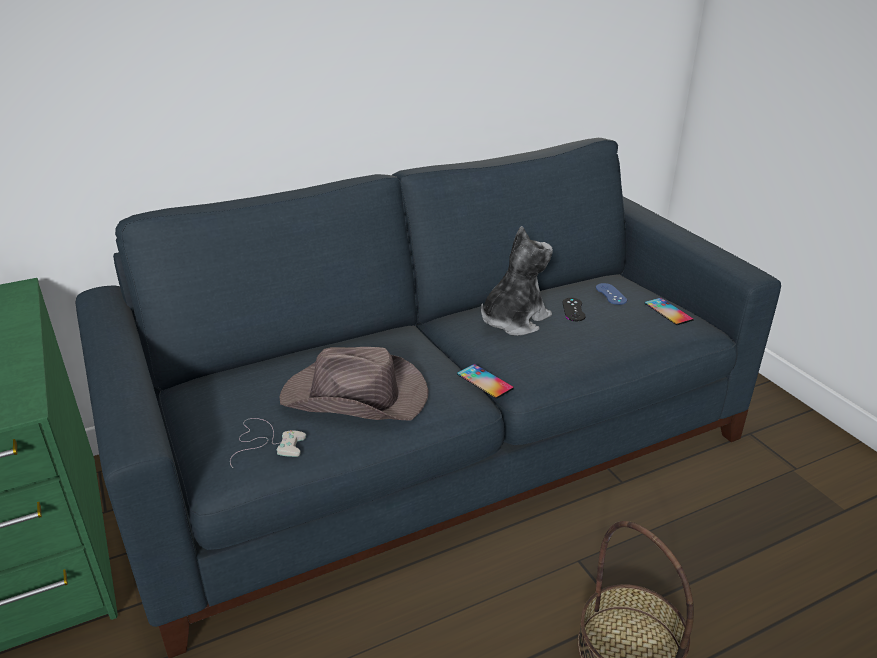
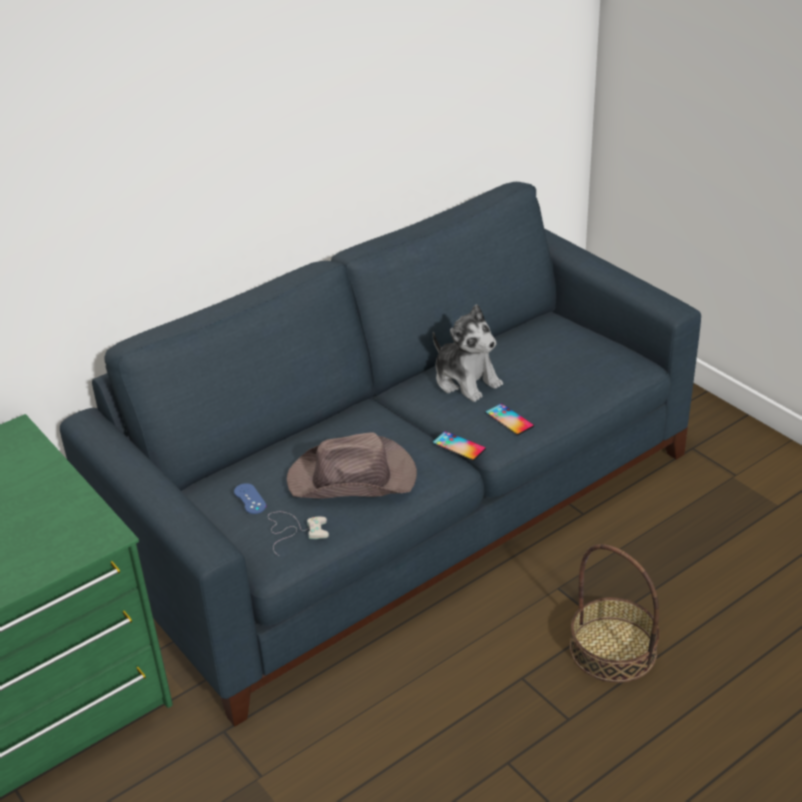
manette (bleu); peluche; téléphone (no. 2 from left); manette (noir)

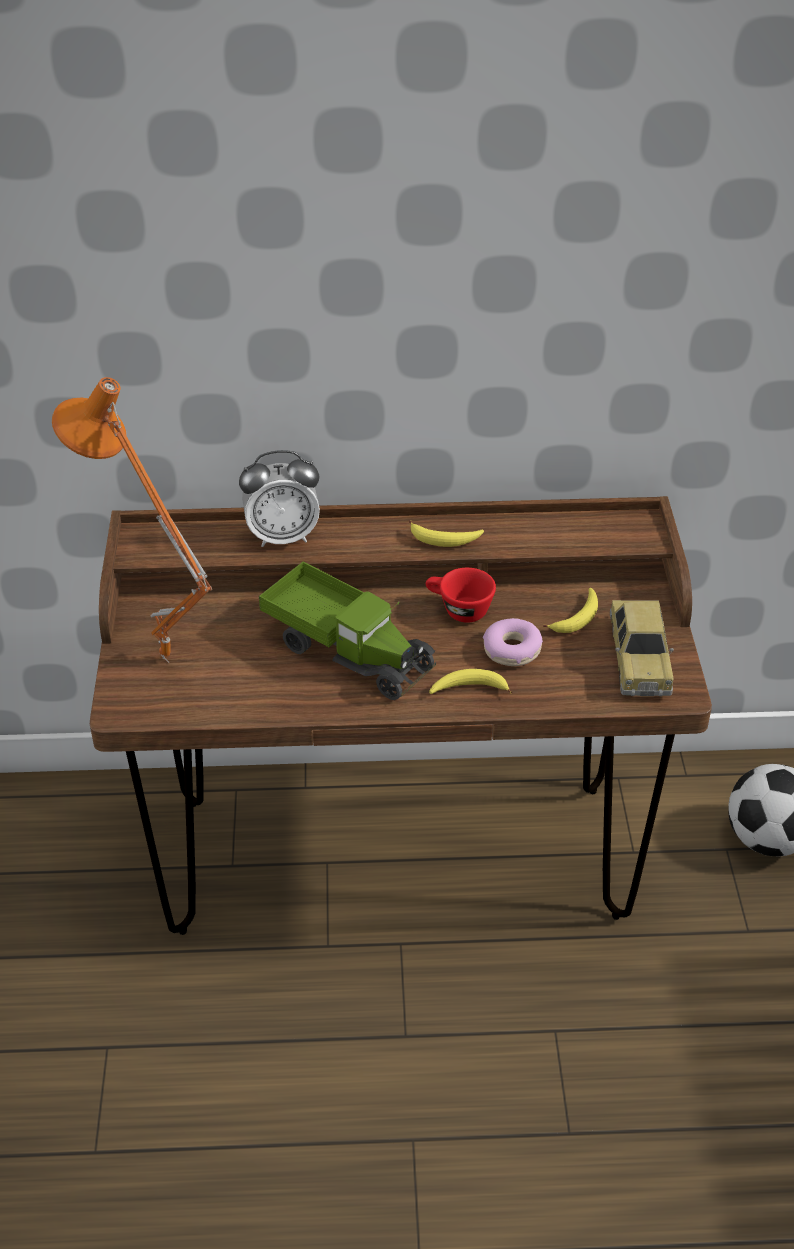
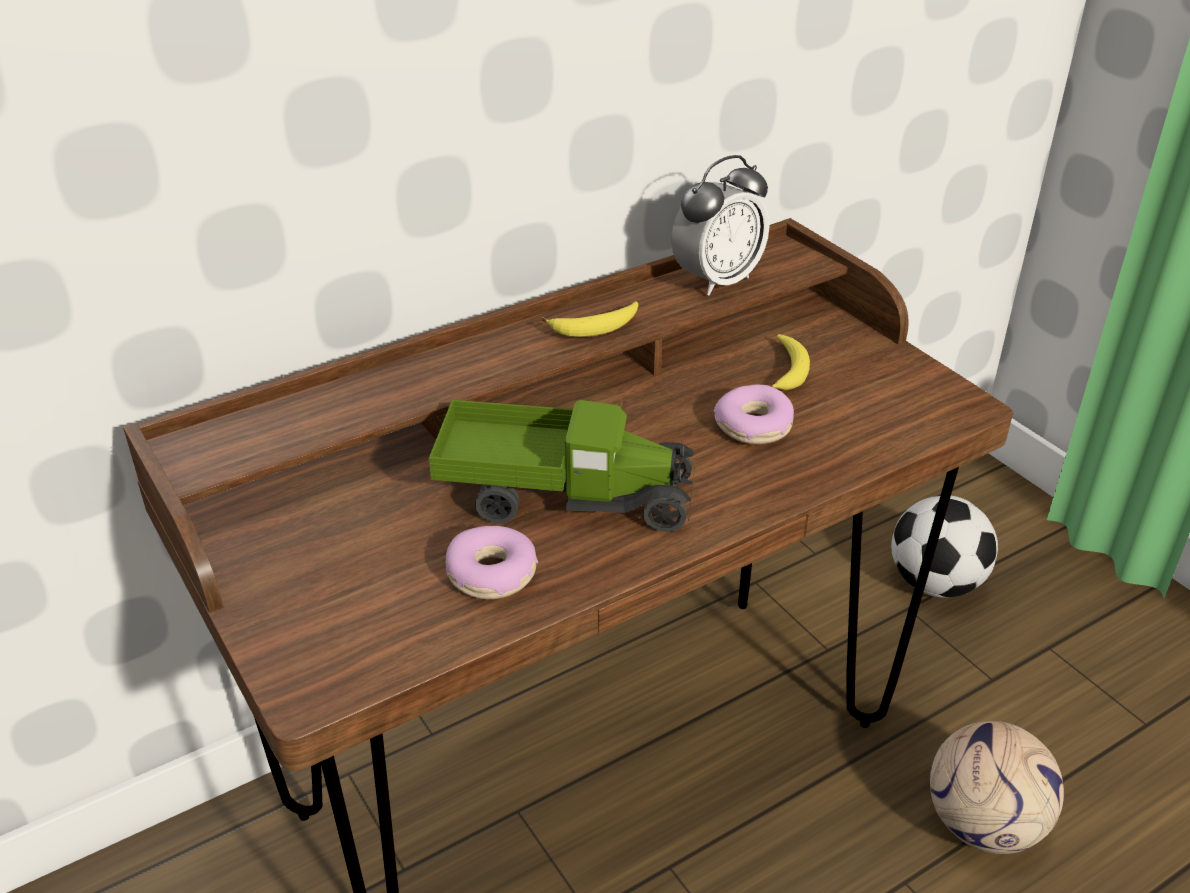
beignet (no. 1 from left); réveil; ballon de foot (no. 2 from left); lampe de table (orange); tasse (rouge); banane (no. 2 from left in the first image); petite voiture

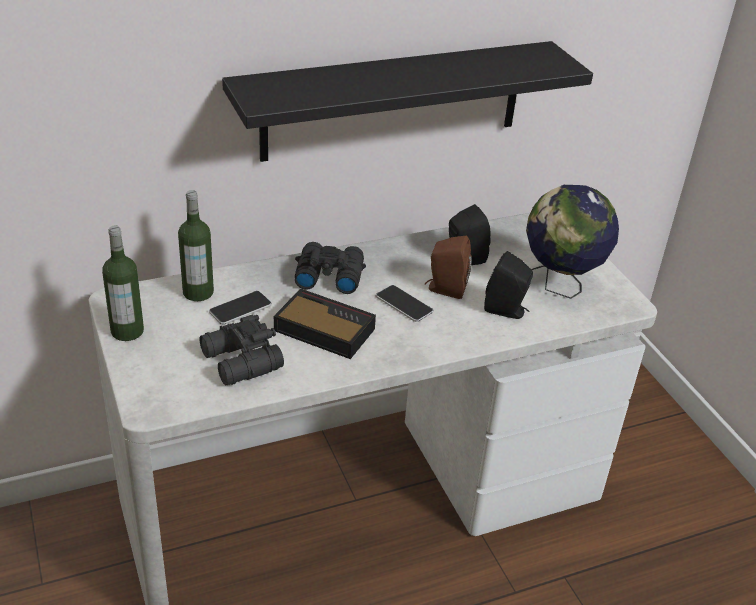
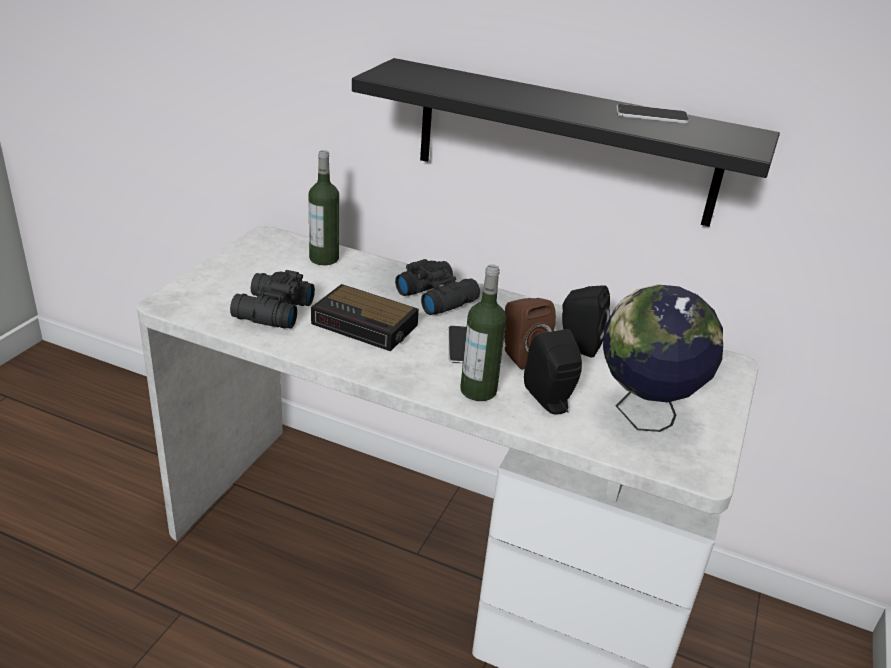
réveil; bouteille (no. 2 from left); téléphone (no. 2 from left)

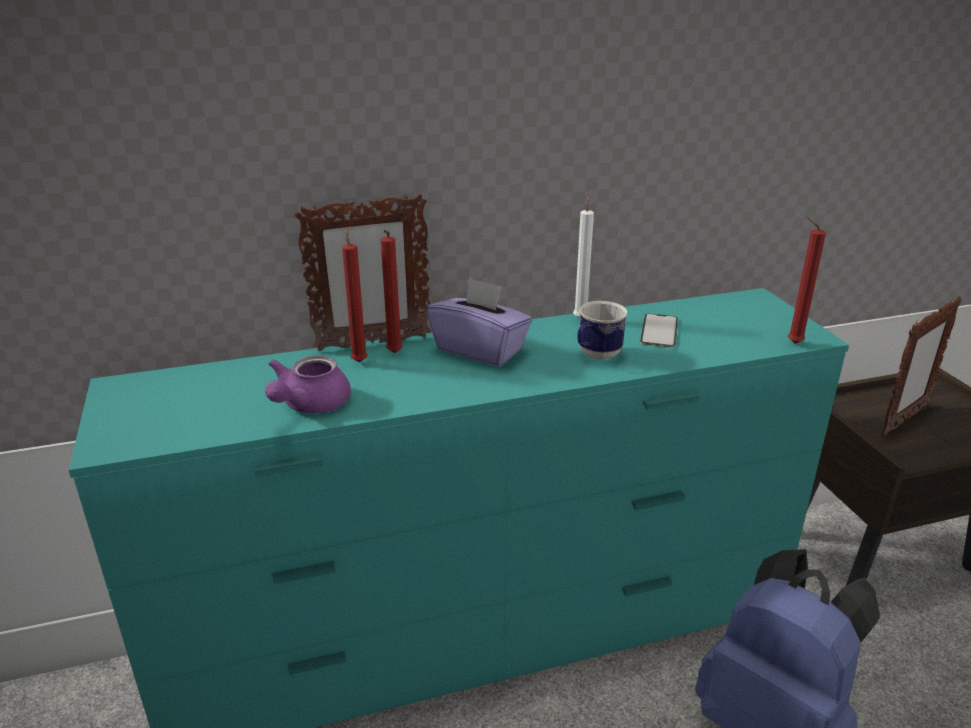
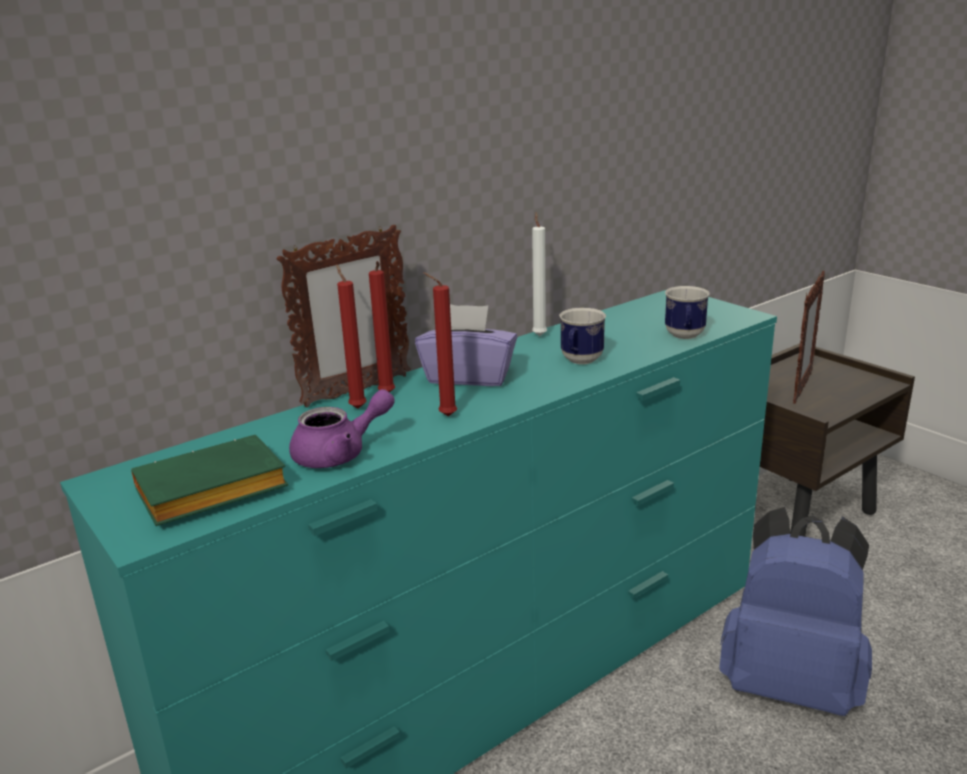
livre (vert); théière (violet); bougie (rouge) (no. 3 from left); mug (no. 2 from left); téléphone

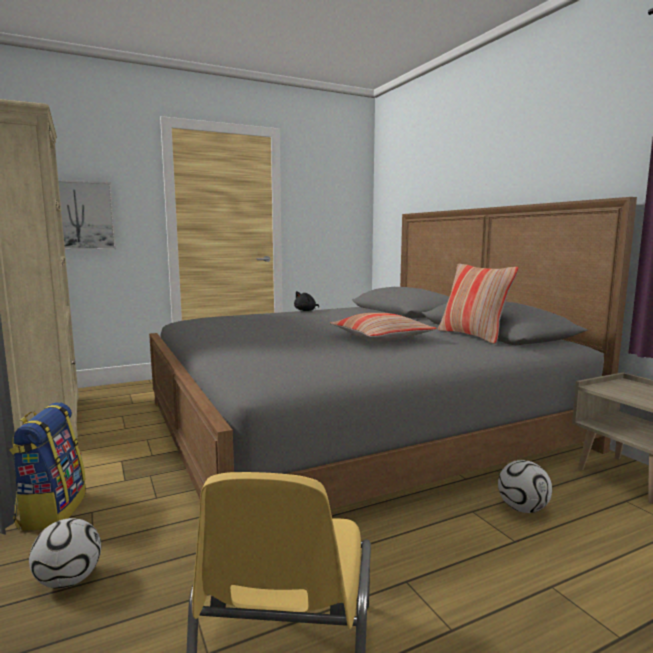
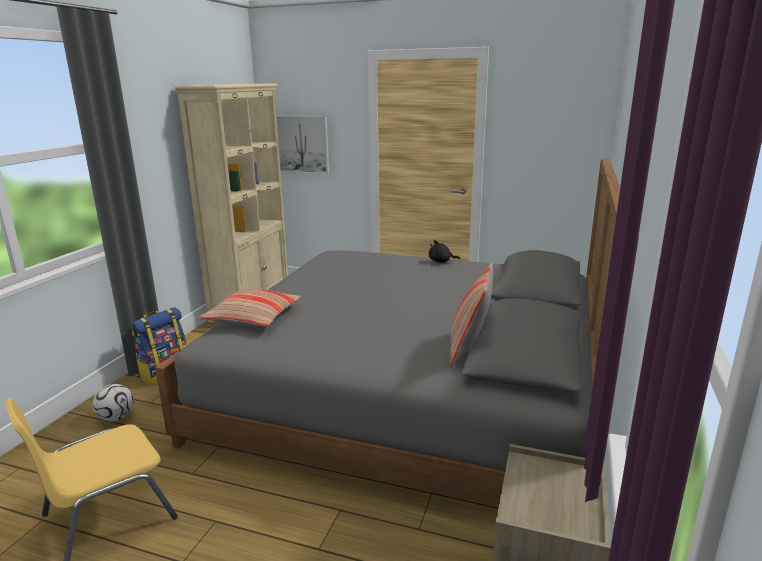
coussin (no. 1 from left); ballon de foot (no. 2 from left in the first image)

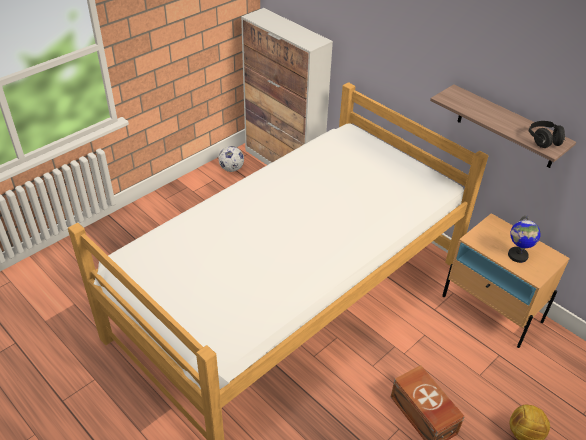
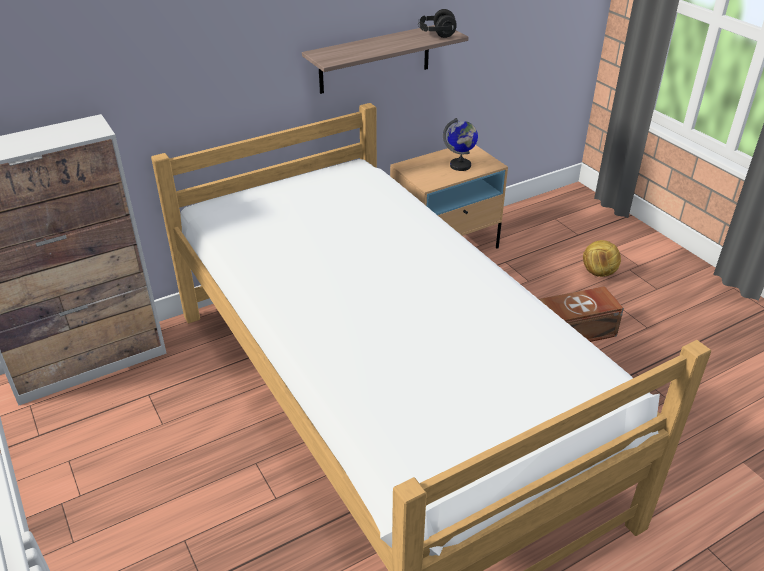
ballon de foot (no. 1 from left in the first image)

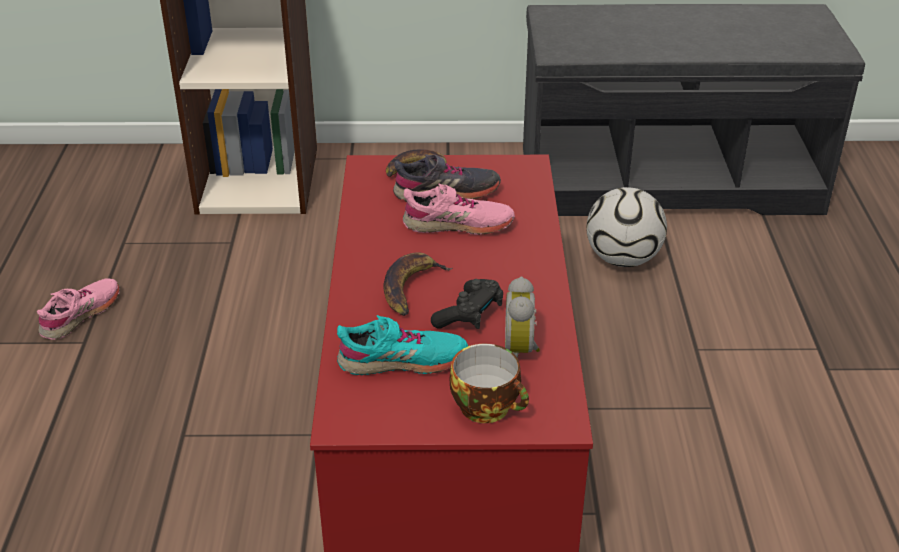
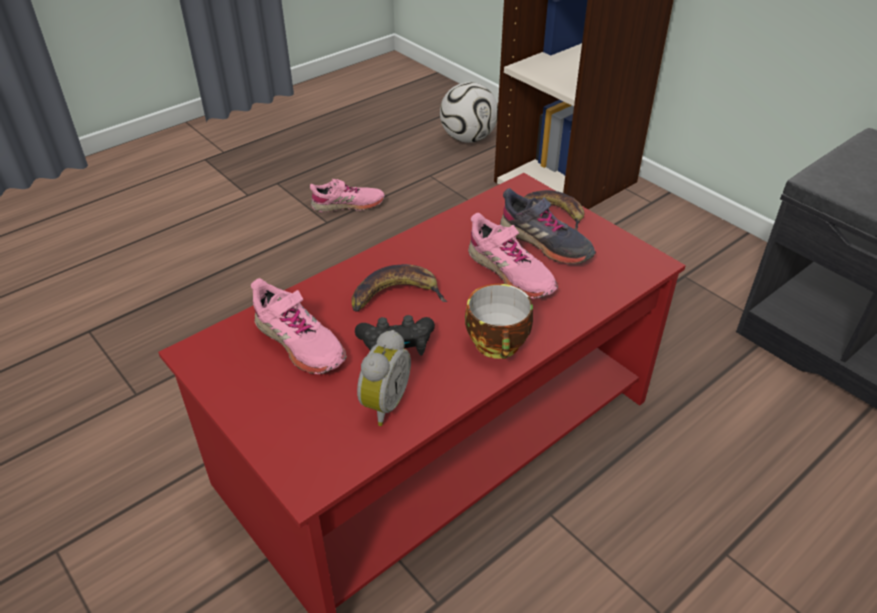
chaussure (rose) (no. 1 from left); réveil; ballon de foot; tasse

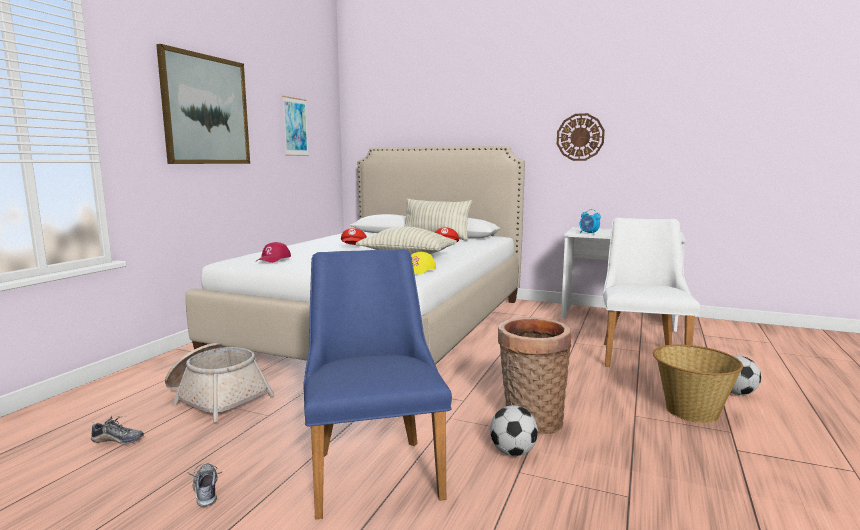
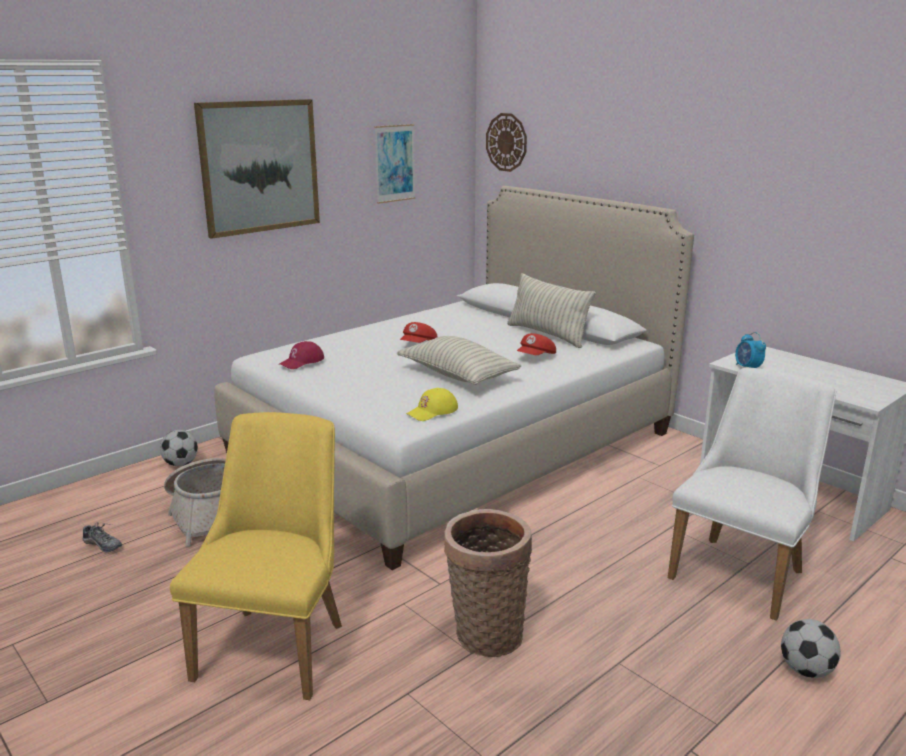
ballon de foot (no. 1 from left); chaise (jaune); horloge murale; chaussure (no. 2 from left in the first image); panier (no. 3 from left in the first image)

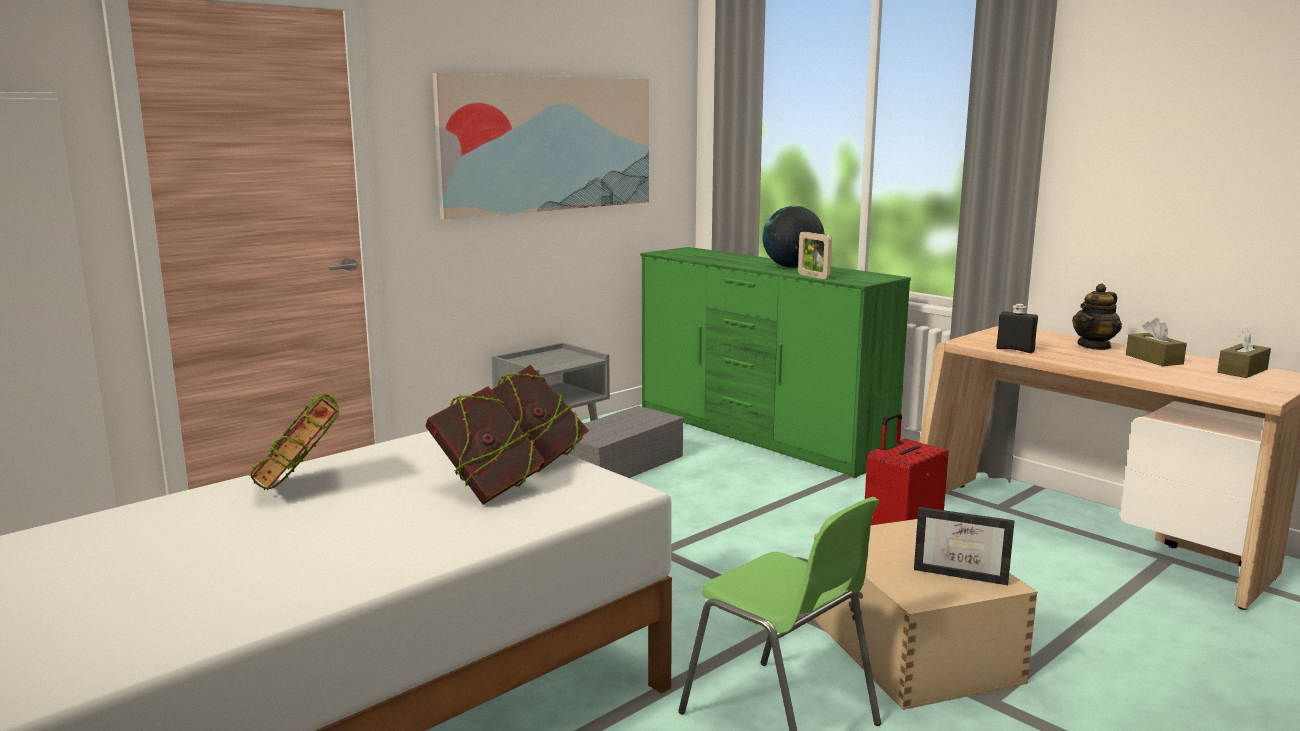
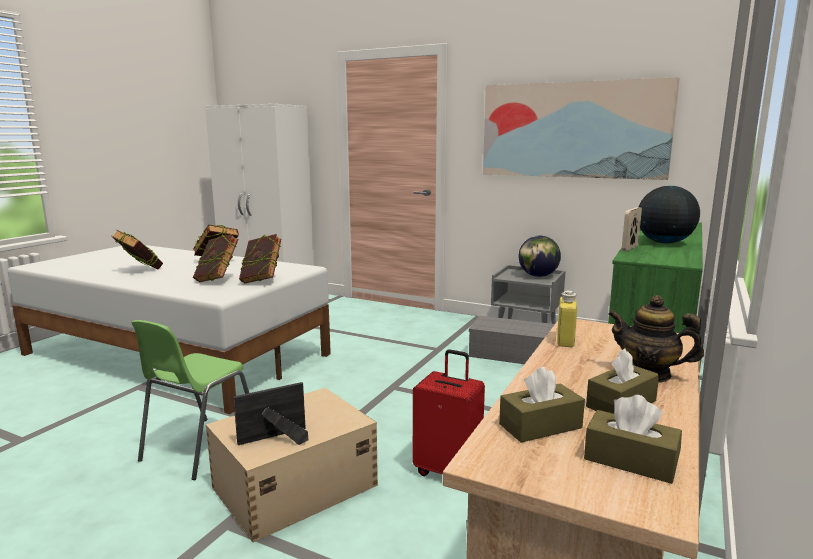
livre (no. 1 from left); cadre photo (no. 1 from left); boîte à mouchoirs (marron) (no. 1 from left); globe (no. 1 from left); bouteille (jaune)

